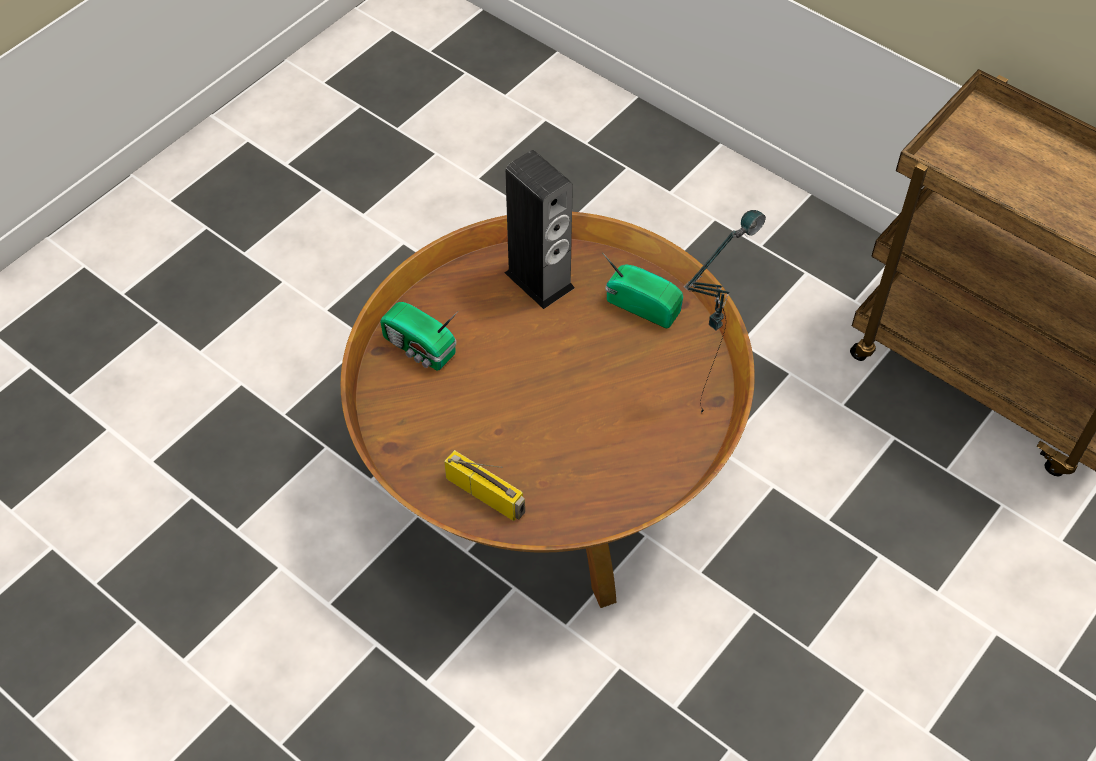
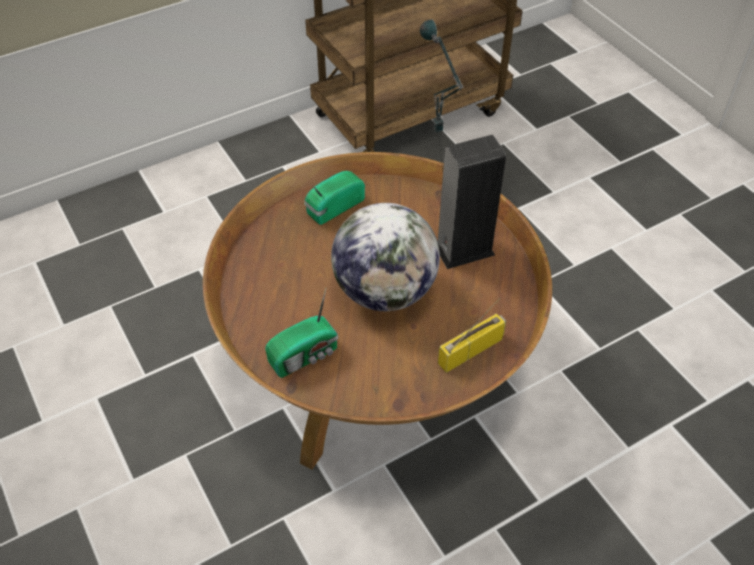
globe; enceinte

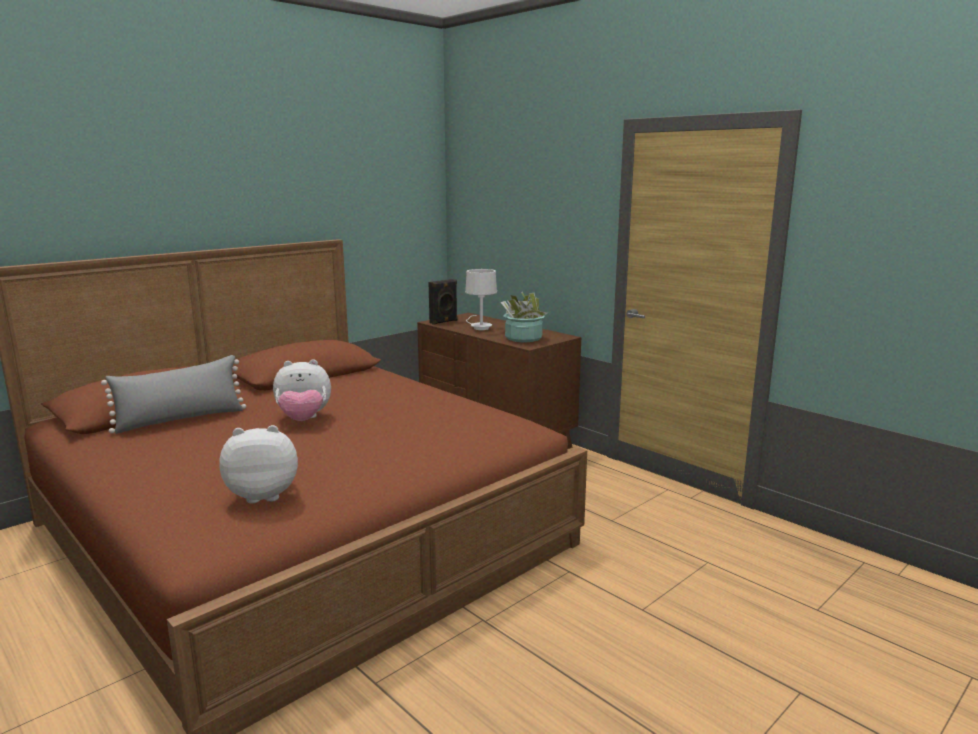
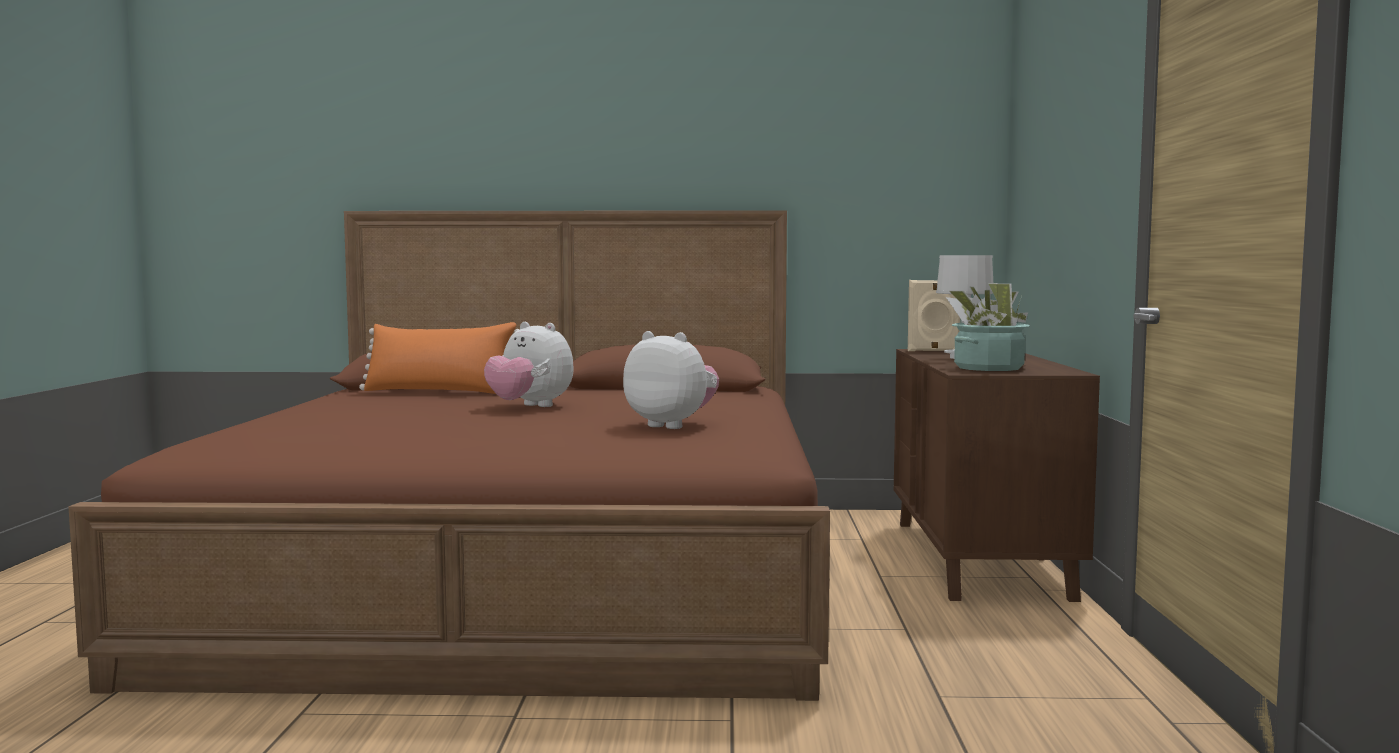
coussin (orange); peluche (no. 2 from left); enceinte (beige)

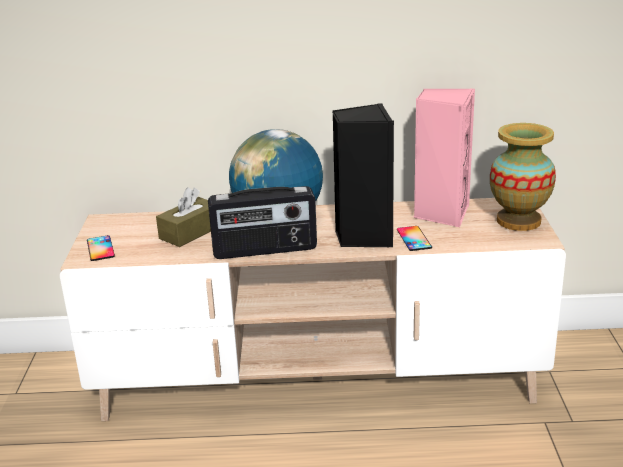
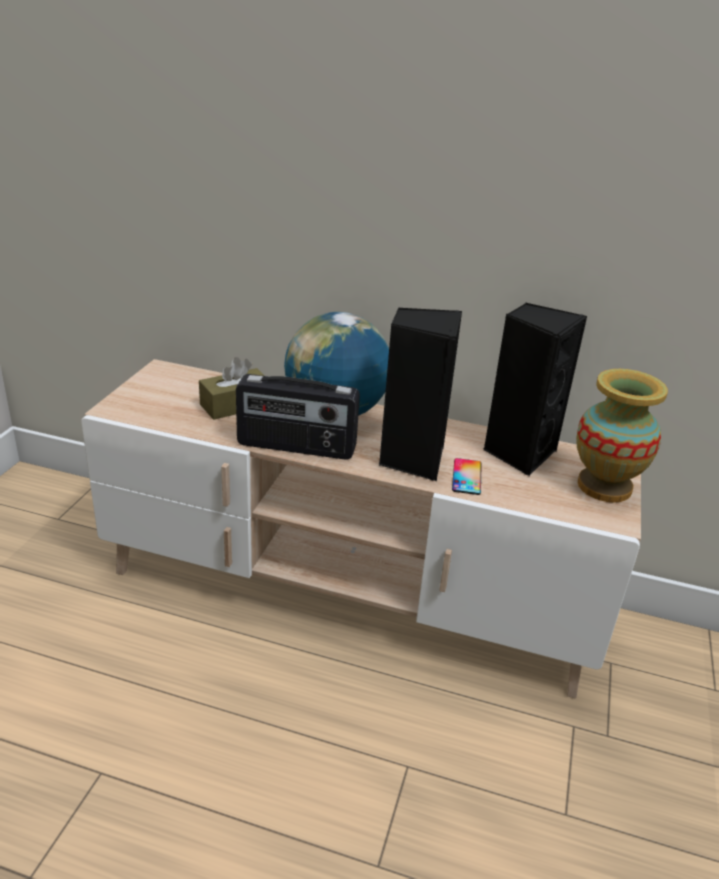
enceinte (noir) (no. 2 from left); téléphone (no. 1 from left in the first image)

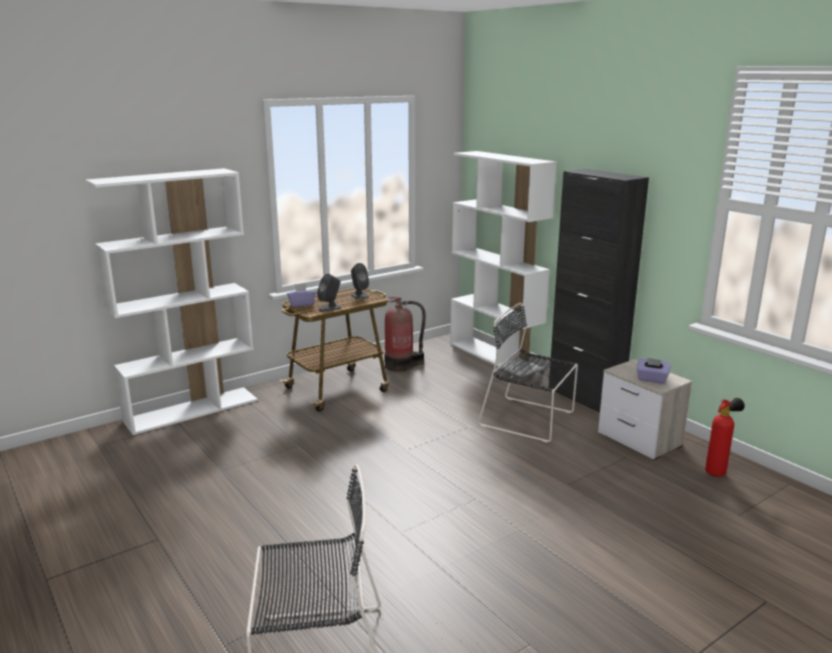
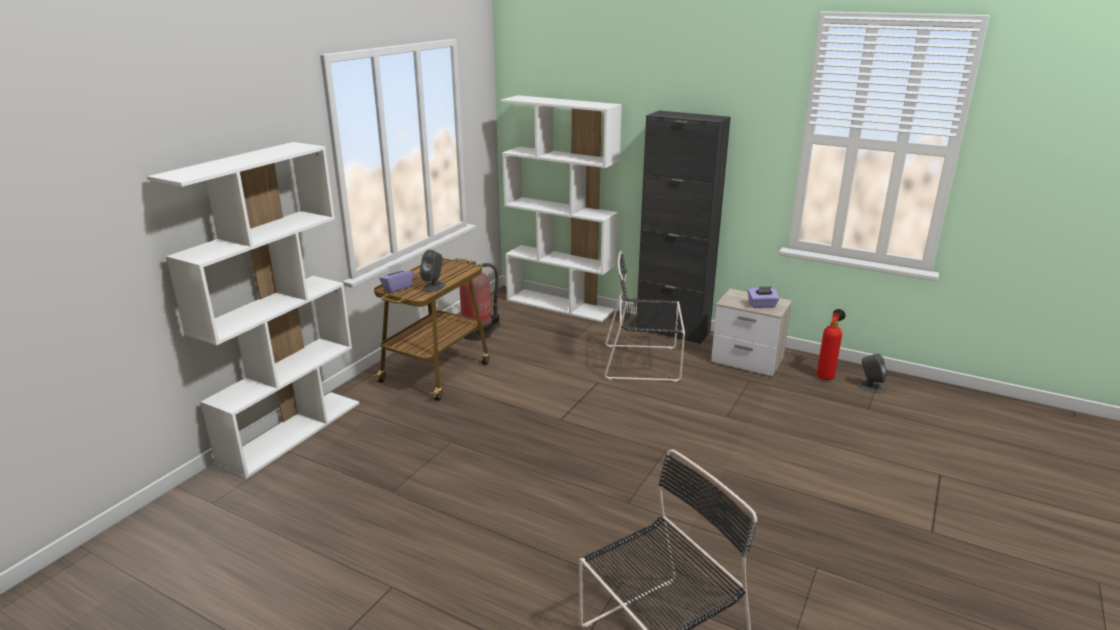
enceinte (gris) (no. 2 from left)

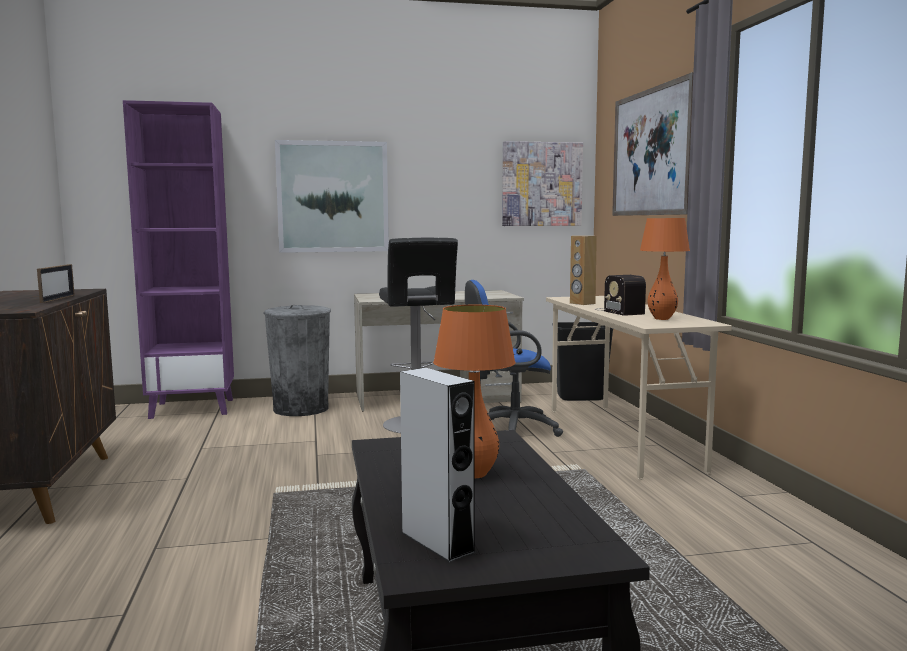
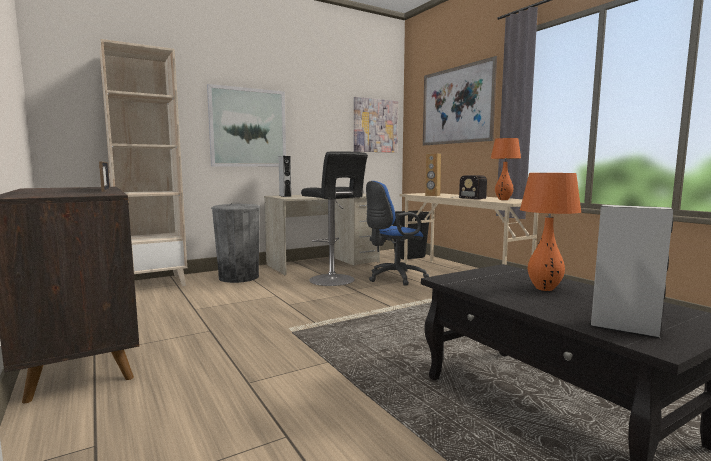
bibliothèque (beige); enceinte (gris) (no. 1 from left)

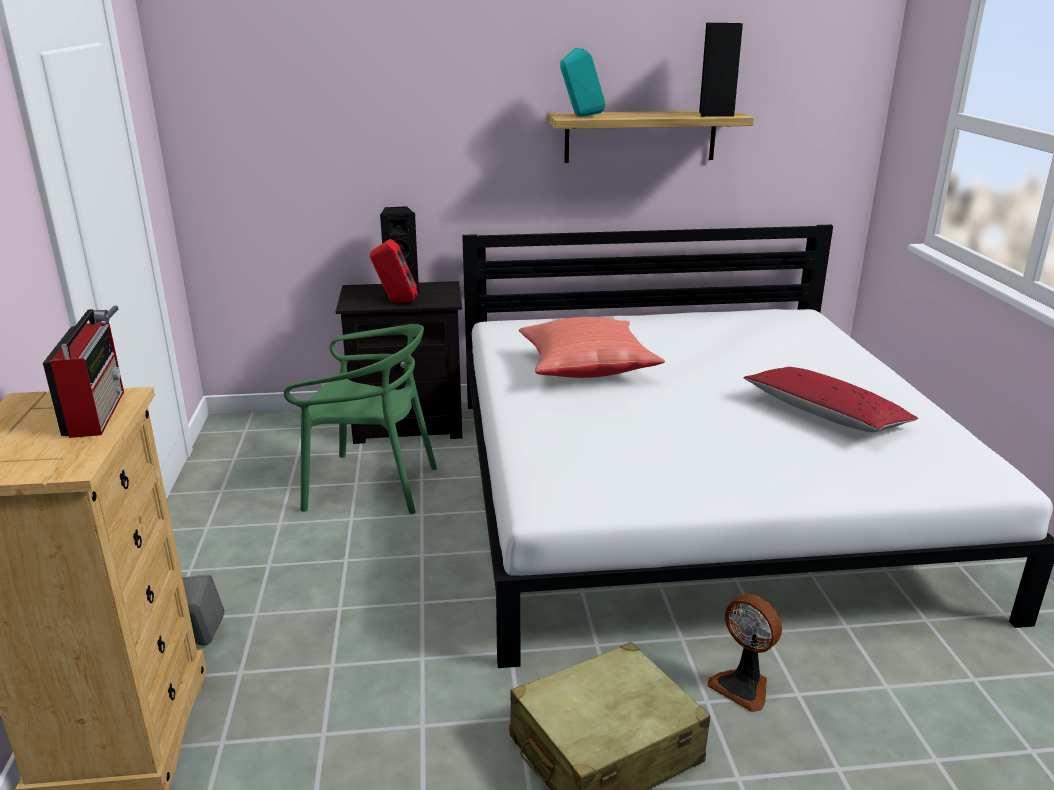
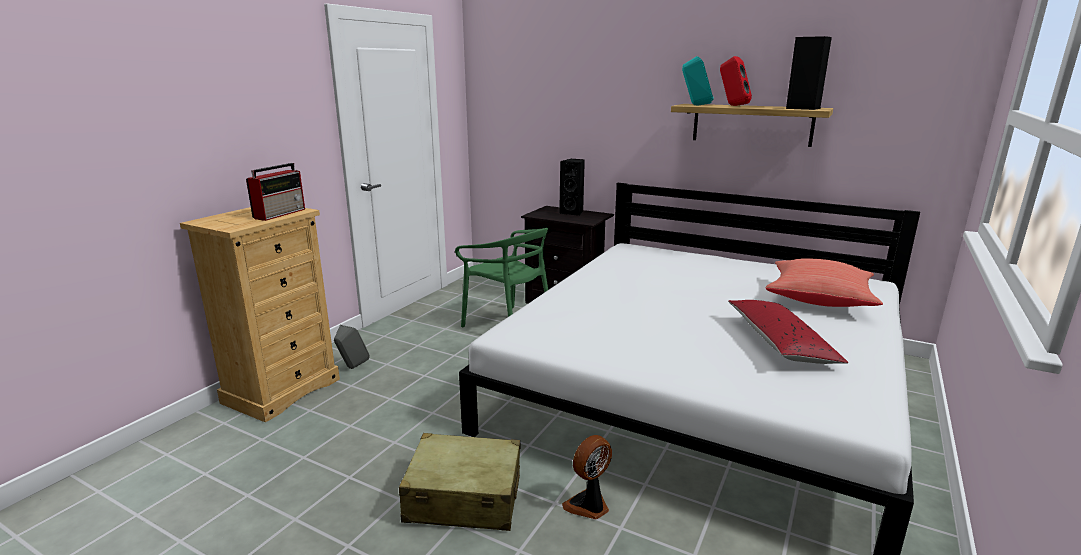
ventilateur; enceinte (rouge); coussin (rouge) (no. 2 from left)

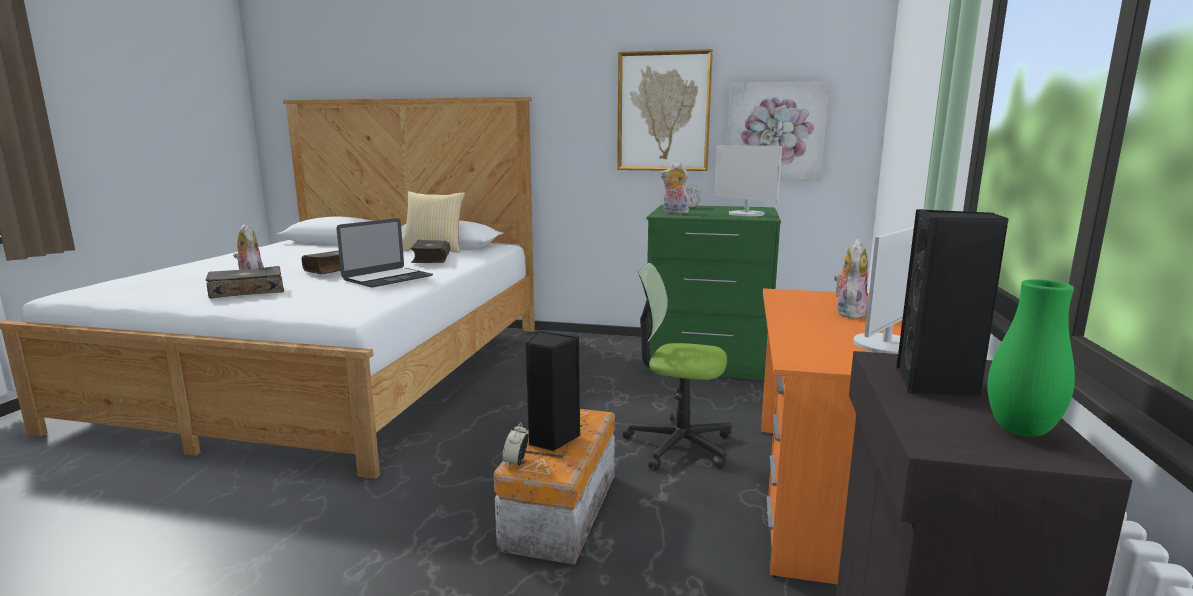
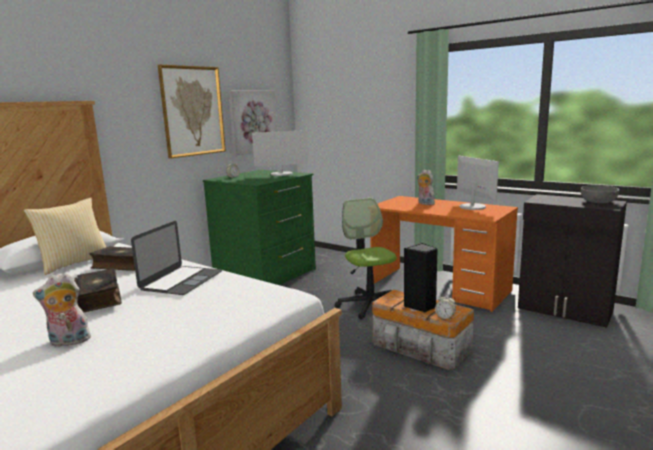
ordinateur portable; chaise de bureau; bol (gris); livre (no. 1 from left in the first image); peluche (no. 2 from left in the first image); enceinte (noir) (no. 2 from left in the first image)

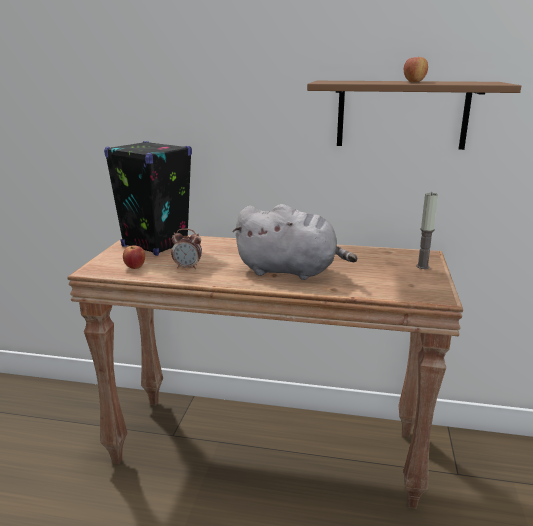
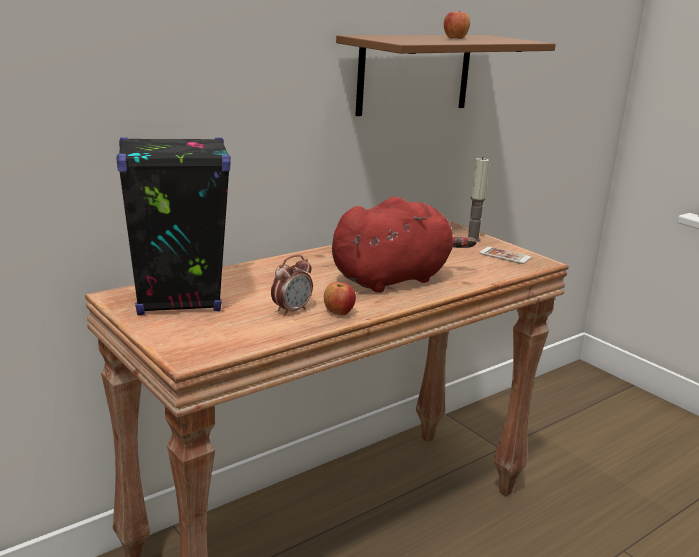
pomme (no. 1 from left); peluche (rouge); téléphone

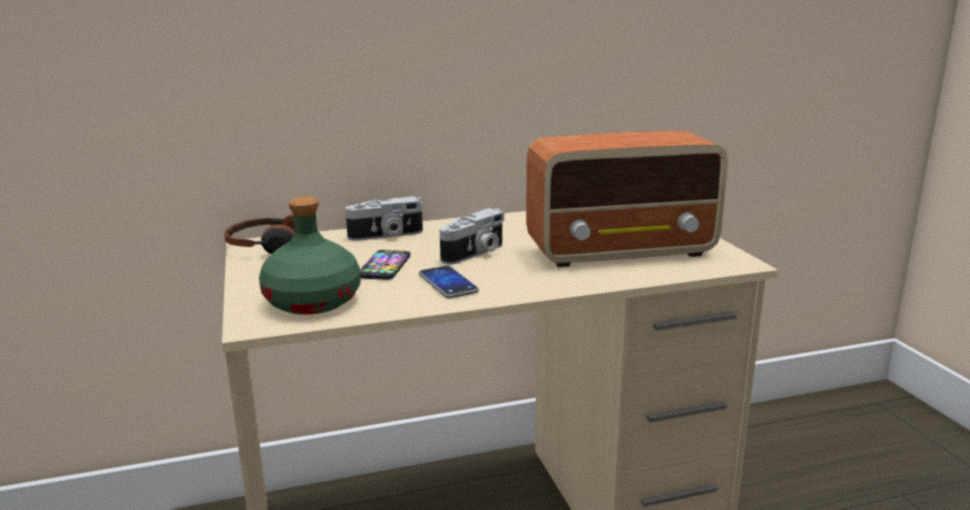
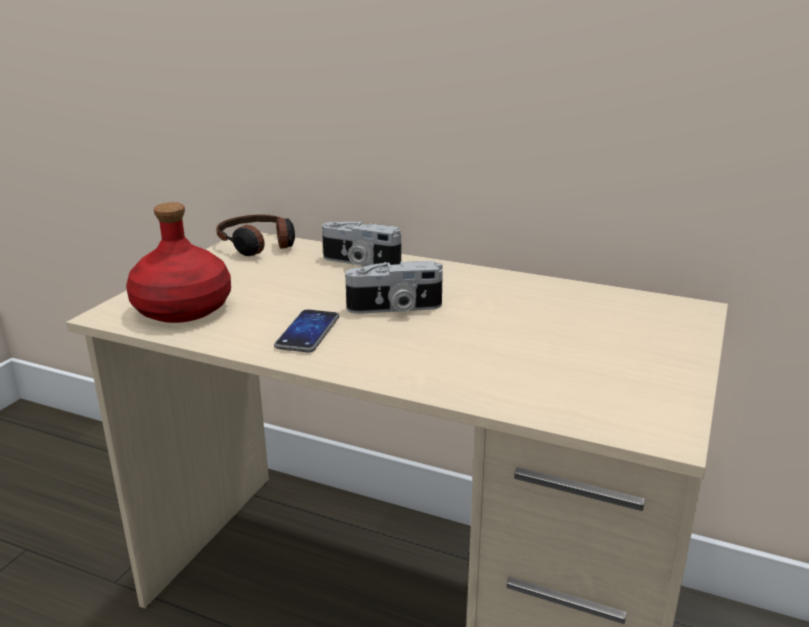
bouteille (rouge); téléphone (no. 1 from left in the first image); radio

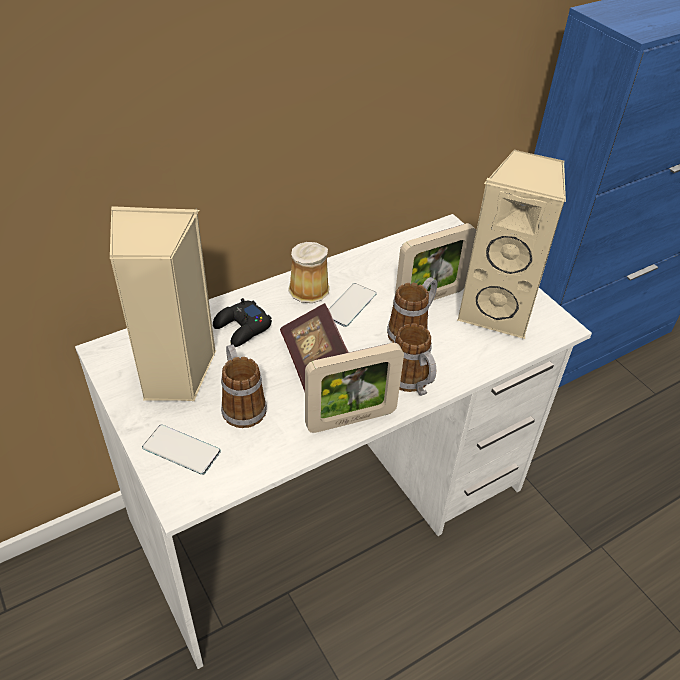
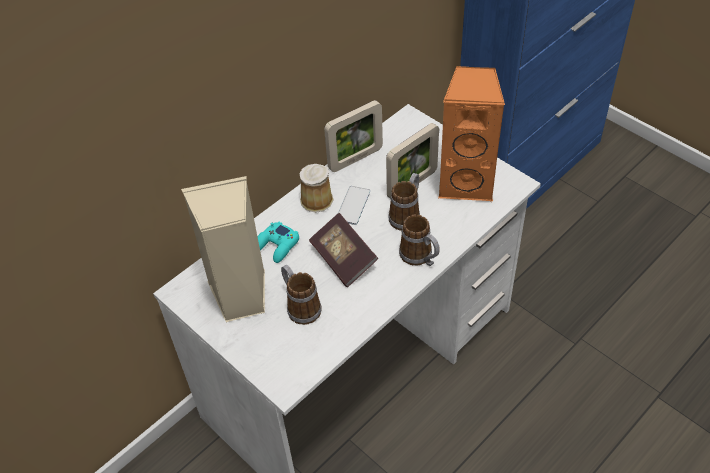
manette (turquoise); cadre photo (no. 1 from left); enceinte (orange); téléphone (no. 1 from left in the first image)

